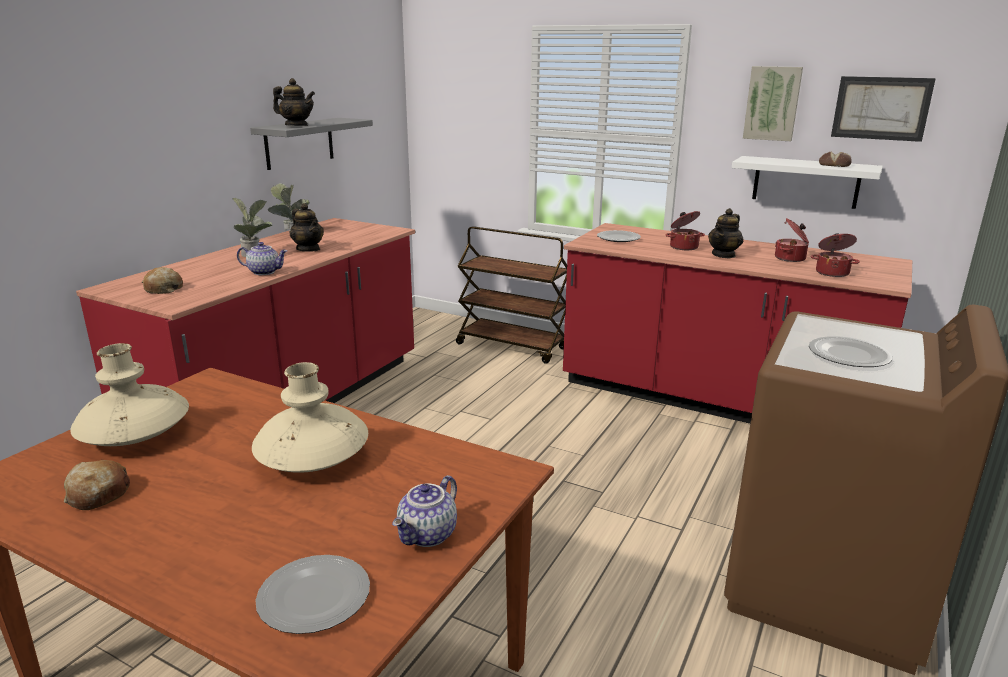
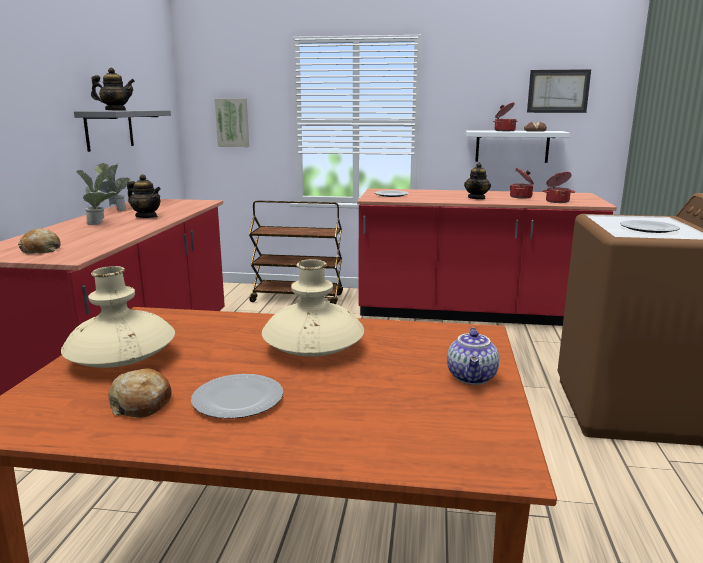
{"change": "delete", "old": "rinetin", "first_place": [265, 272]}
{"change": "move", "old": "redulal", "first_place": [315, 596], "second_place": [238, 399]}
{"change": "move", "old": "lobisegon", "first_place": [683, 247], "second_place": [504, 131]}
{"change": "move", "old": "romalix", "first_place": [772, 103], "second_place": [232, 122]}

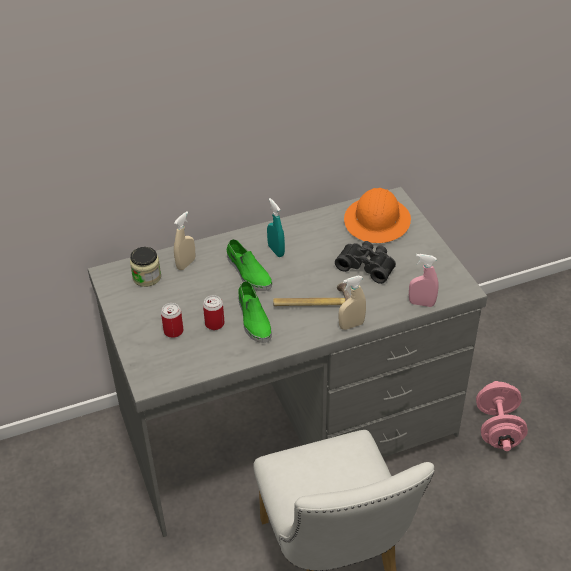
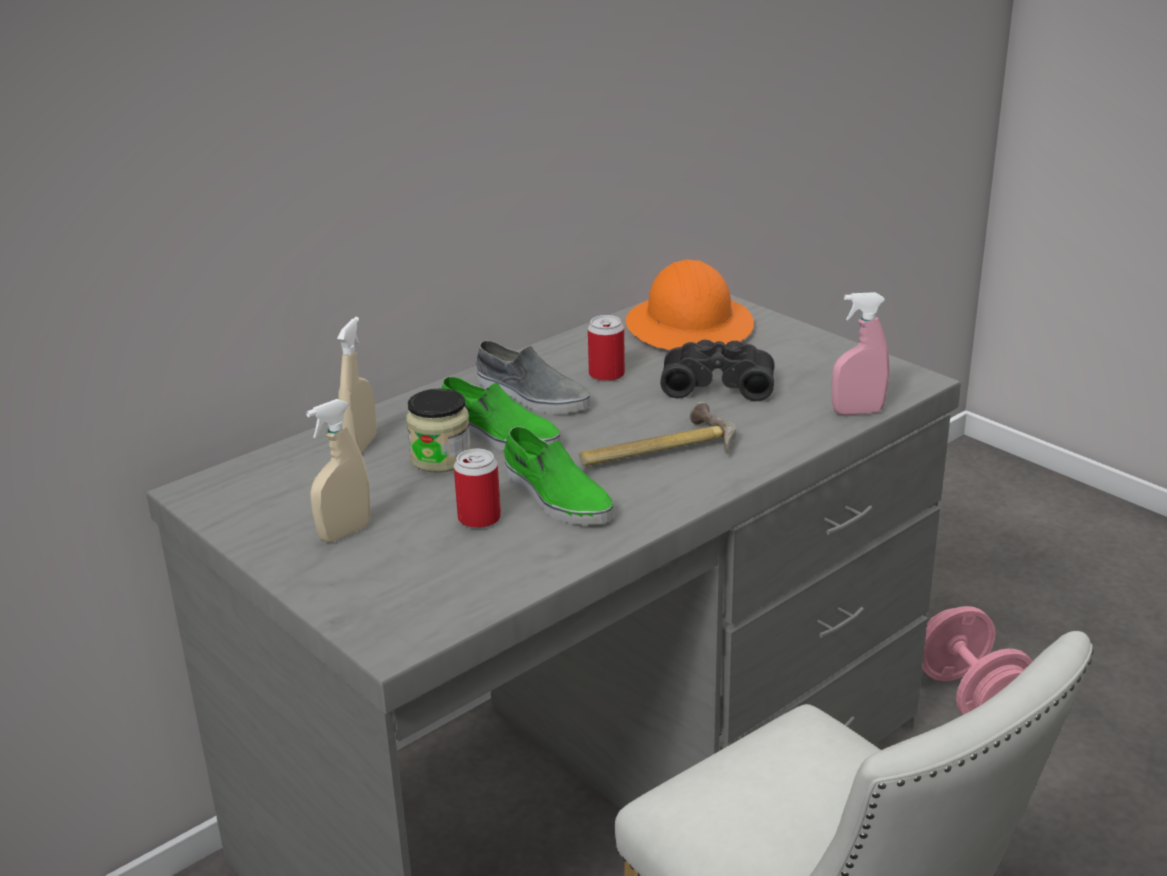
{"change": "move", "old": "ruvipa", "first_place": [147, 277], "second_place": [441, 458]}
{"change": "move", "old": "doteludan", "first_place": [173, 331], "second_place": [606, 375]}
{"change": "replace", "old": "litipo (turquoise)", "new": "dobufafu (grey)", "first_place": [276, 251], "second_place": [531, 395]}
{"change": "move", "old": "litipo (beige)", "first_place": [351, 325], "second_place": [345, 533]}

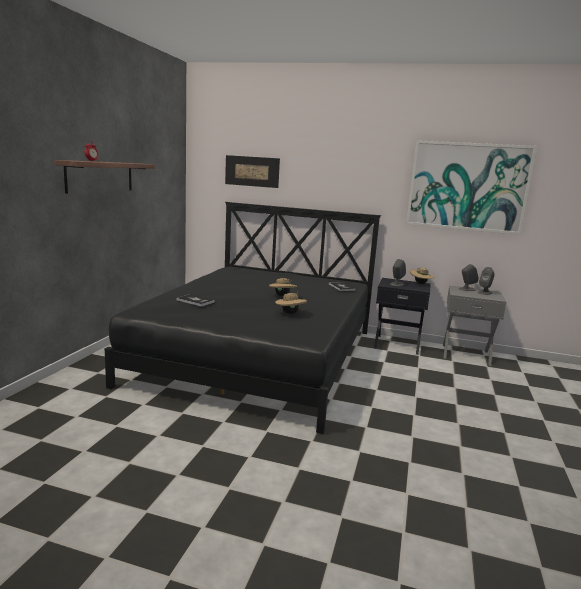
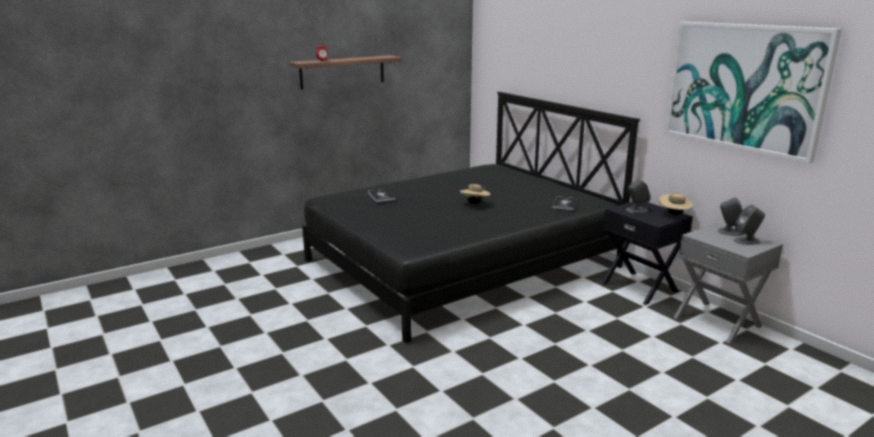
{"change": "delete", "old": "romalix", "first_place": [252, 171]}
{"change": "delete", "old": "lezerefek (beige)", "first_place": [290, 313]}

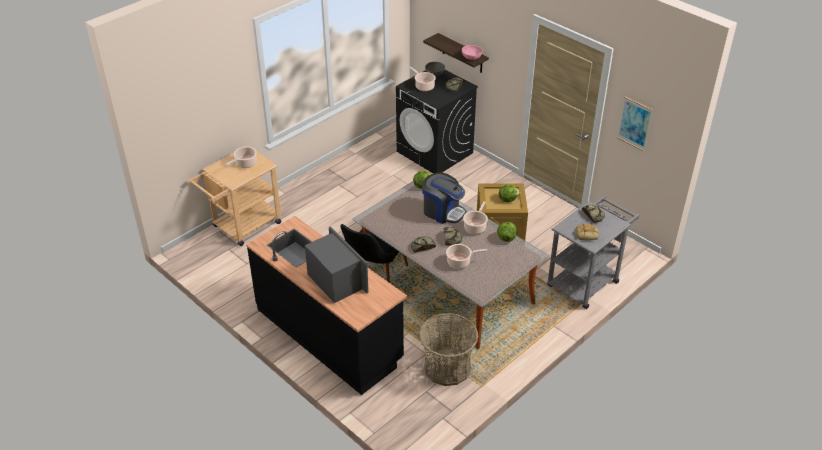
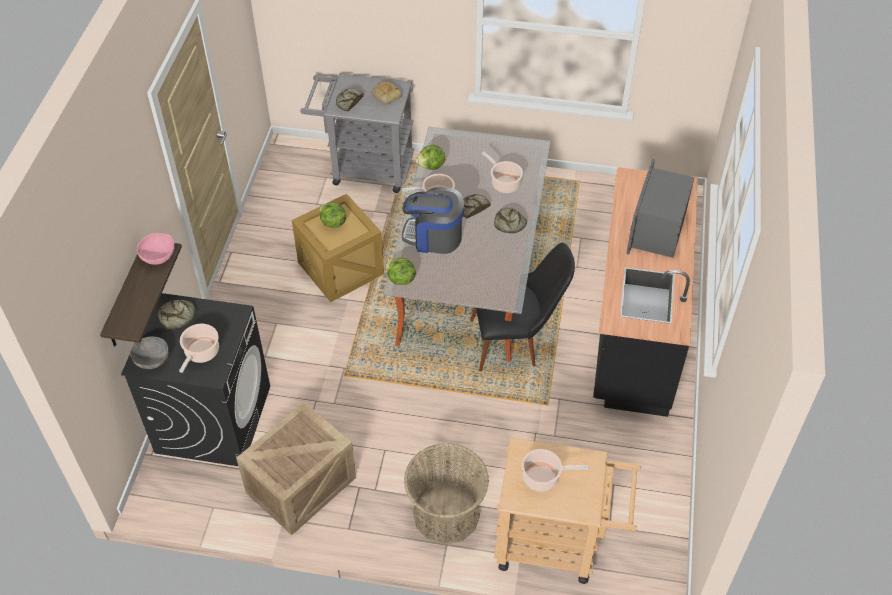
{"change": "move", "old": "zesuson", "first_place": [447, 367], "second_place": [446, 514]}
{"change": "rotate", "old": "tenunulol", "first_place": [443, 211], "second_place": [434, 237], "degrees": -75}
{"change": "delete", "old": "romalix", "first_place": [634, 123]}
{"change": "insert", "new": "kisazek", "second_place": [300, 486]}

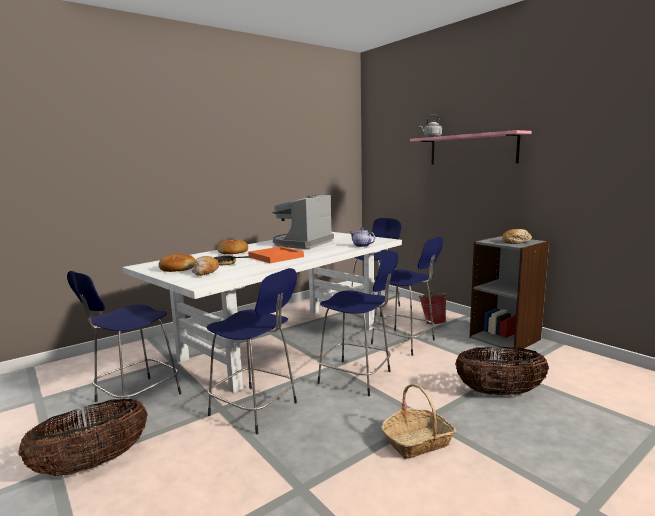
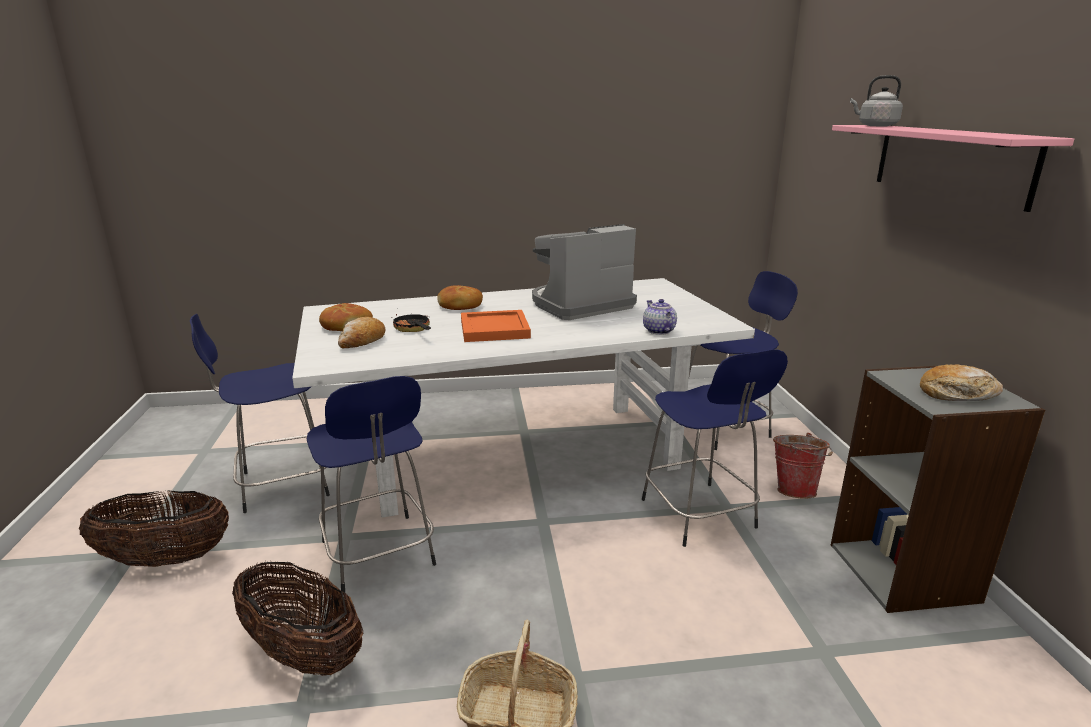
{"change": "delete", "old": "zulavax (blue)", "first_place": [357, 378]}
{"change": "move", "old": "zesuson", "first_place": [499, 392], "second_place": [303, 653]}

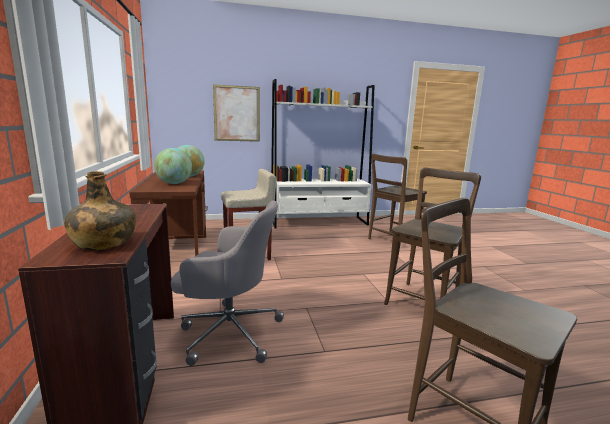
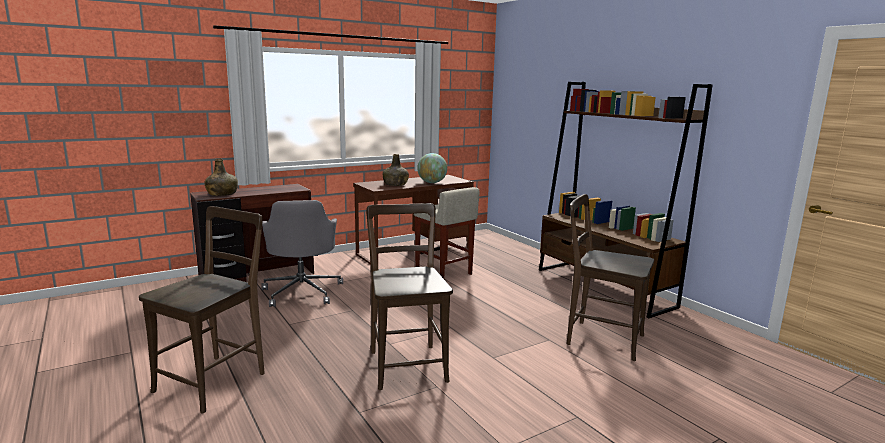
{"change": "replace", "old": "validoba", "new": "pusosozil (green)", "first_place": [174, 183], "second_place": [395, 184]}
{"change": "delete", "old": "romalix", "first_place": [237, 113]}
{"change": "recolor", "old": "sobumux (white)", "new": "sobumux (brown)", "first_place": [319, 222], "second_place": [603, 287]}
{"change": "rotate", "old": "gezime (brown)", "first_place": [423, 300], "second_place": [407, 363], "degrees": -120}

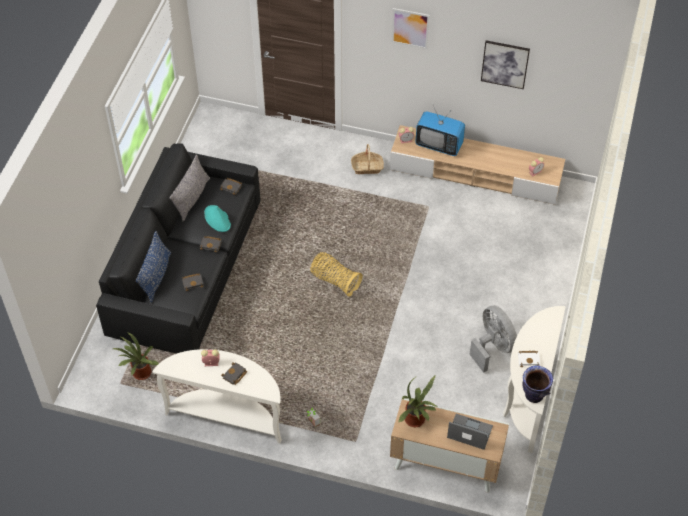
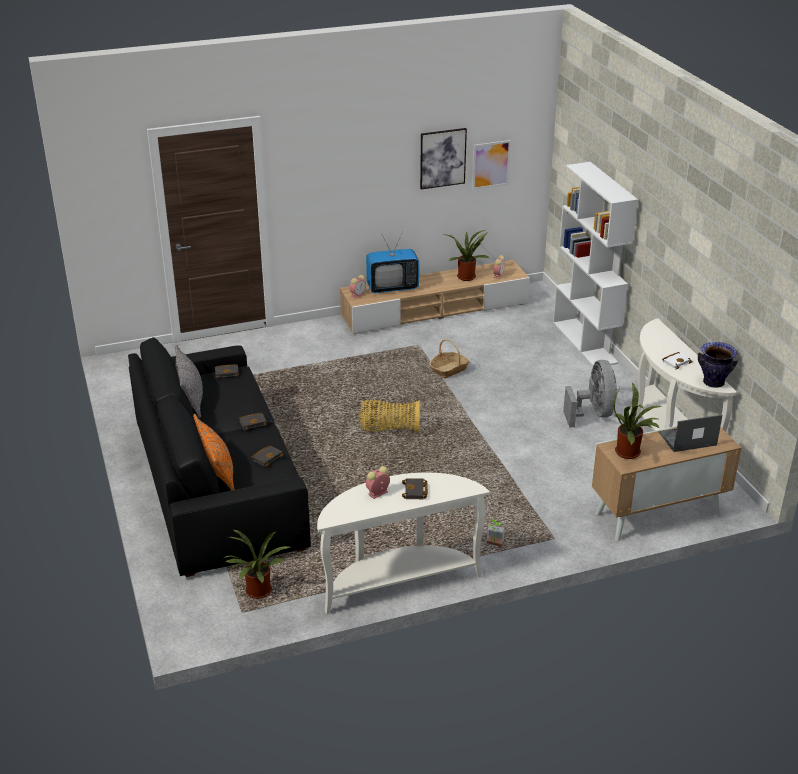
{"change": "recolor", "old": "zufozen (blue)", "new": "zufozen (orange)", "first_place": [156, 276], "second_place": [217, 471]}
{"change": "delete", "old": "lezerefek (turquoise)", "first_place": [217, 219]}
{"change": "move", "old": "zesuson", "first_place": [367, 167], "second_place": [449, 369]}
{"change": "move", "old": "romalix", "first_place": [410, 28], "second_place": [491, 164]}
{"change": "rotate", "old": "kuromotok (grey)", "first_place": [493, 347], "second_place": [593, 414], "degrees": 60}
{"change": "insert", "new": "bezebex", "second_place": [466, 276]}
{"change": "insert", "new": "sobumux (white)", "second_place": [585, 342]}

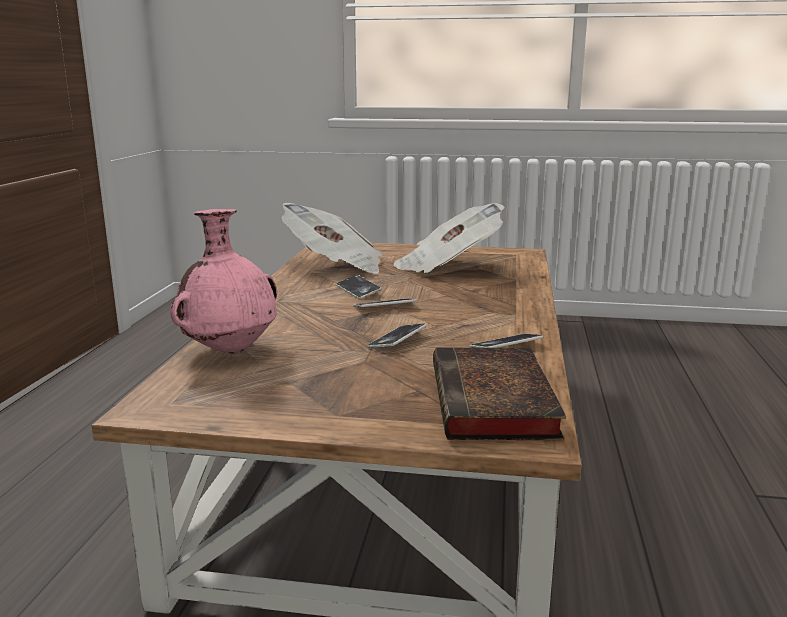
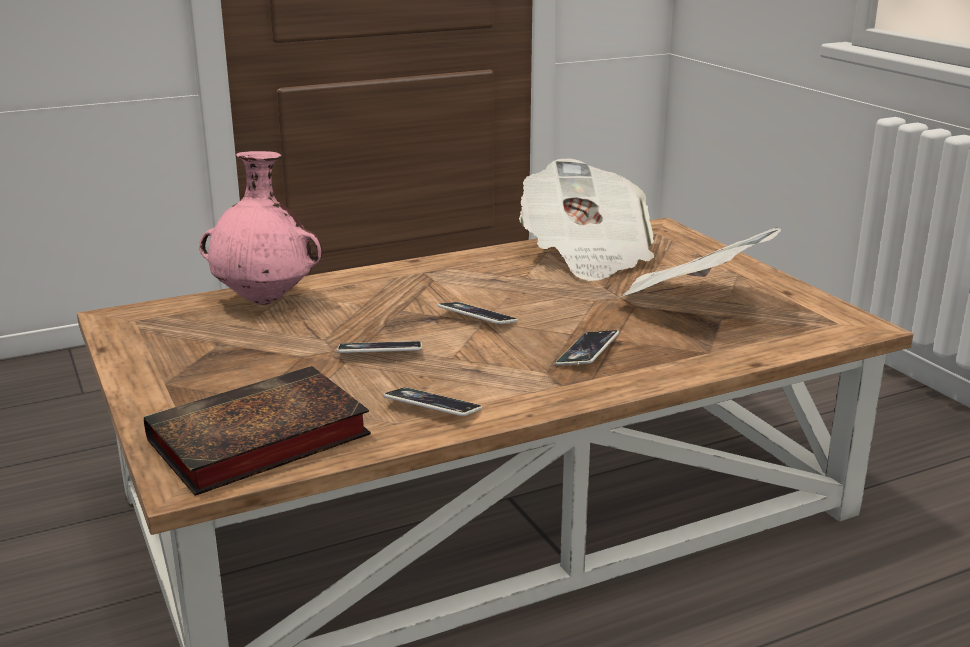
{"change": "move", "old": "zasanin", "first_place": [358, 290], "second_place": [587, 353]}

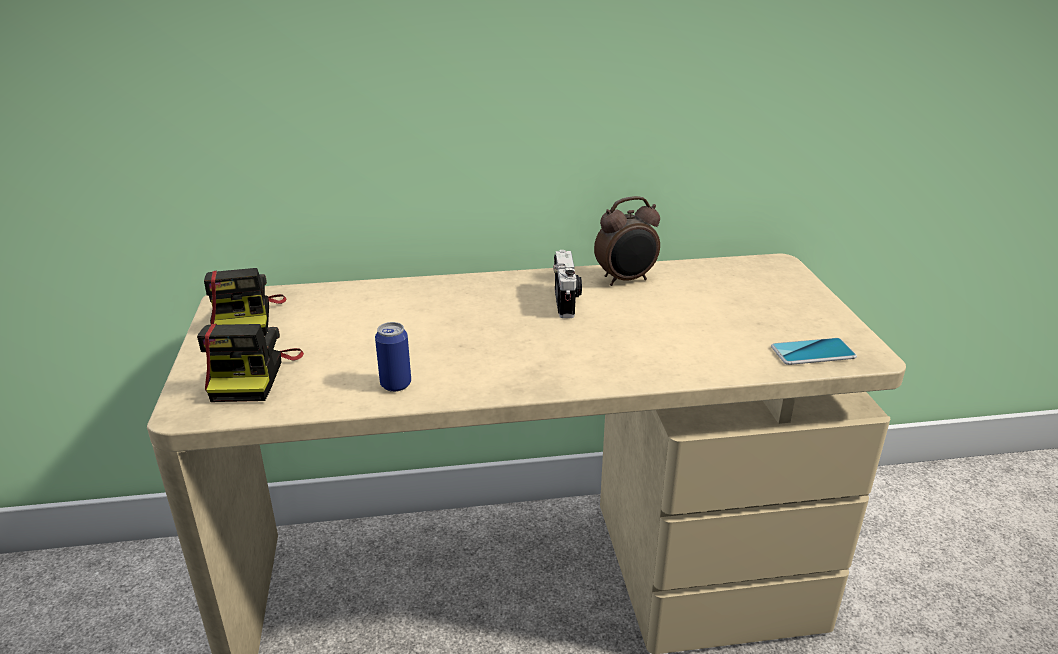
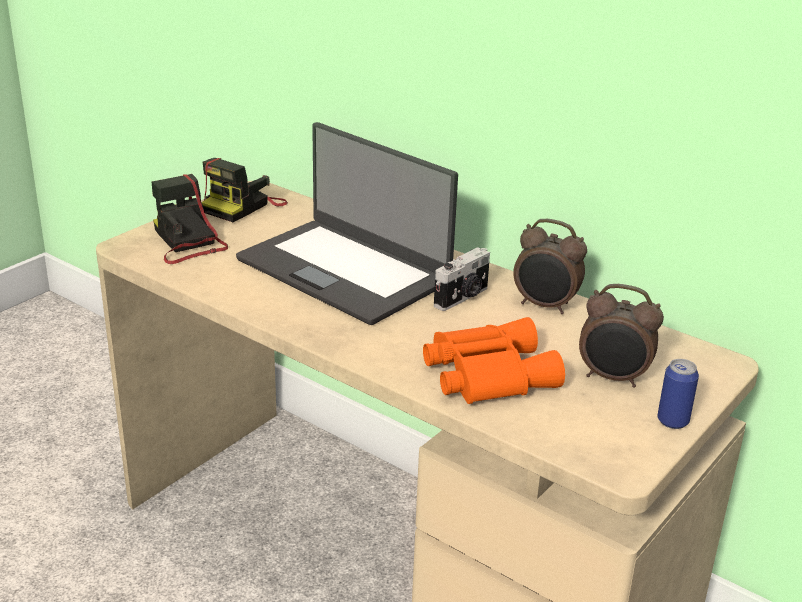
{"change": "rotate", "old": "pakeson", "first_place": [253, 375], "second_place": [187, 243], "degrees": 105}
{"change": "move", "old": "doteludan", "first_place": [396, 384], "second_place": [672, 421]}
{"change": "delete", "old": "zasanin", "first_place": [813, 352]}
{"change": "insert", "new": "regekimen", "second_place": [344, 270]}
{"change": "insert", "new": "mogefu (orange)", "second_place": [486, 373]}
{"change": "insert", "new": "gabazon", "second_place": [613, 378]}

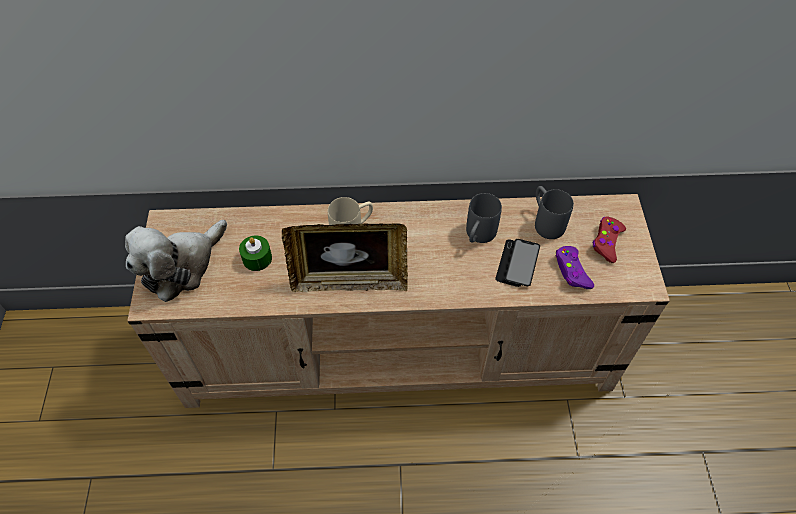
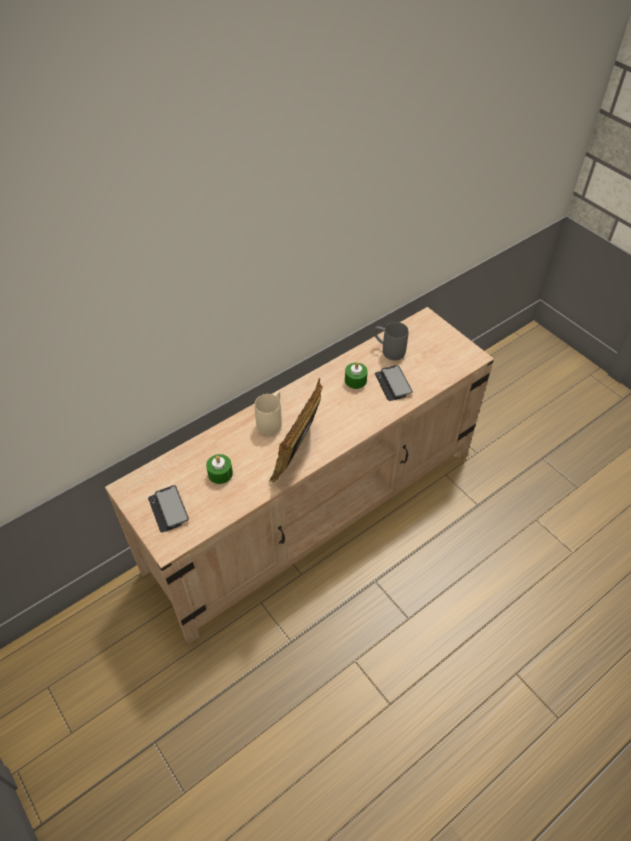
{"change": "replace", "old": "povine", "new": "zasanin", "first_place": [181, 266], "second_place": [168, 509]}
{"change": "rotate", "old": "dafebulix", "first_place": [349, 281], "second_place": [297, 452], "degrees": 150}
{"change": "replace", "old": "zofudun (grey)", "new": "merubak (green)", "first_place": [478, 236], "second_place": [355, 380]}
{"change": "delete", "old": "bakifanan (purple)", "first_place": [572, 271]}
{"change": "delete", "old": "bakifanan (red)", "first_place": [607, 242]}

